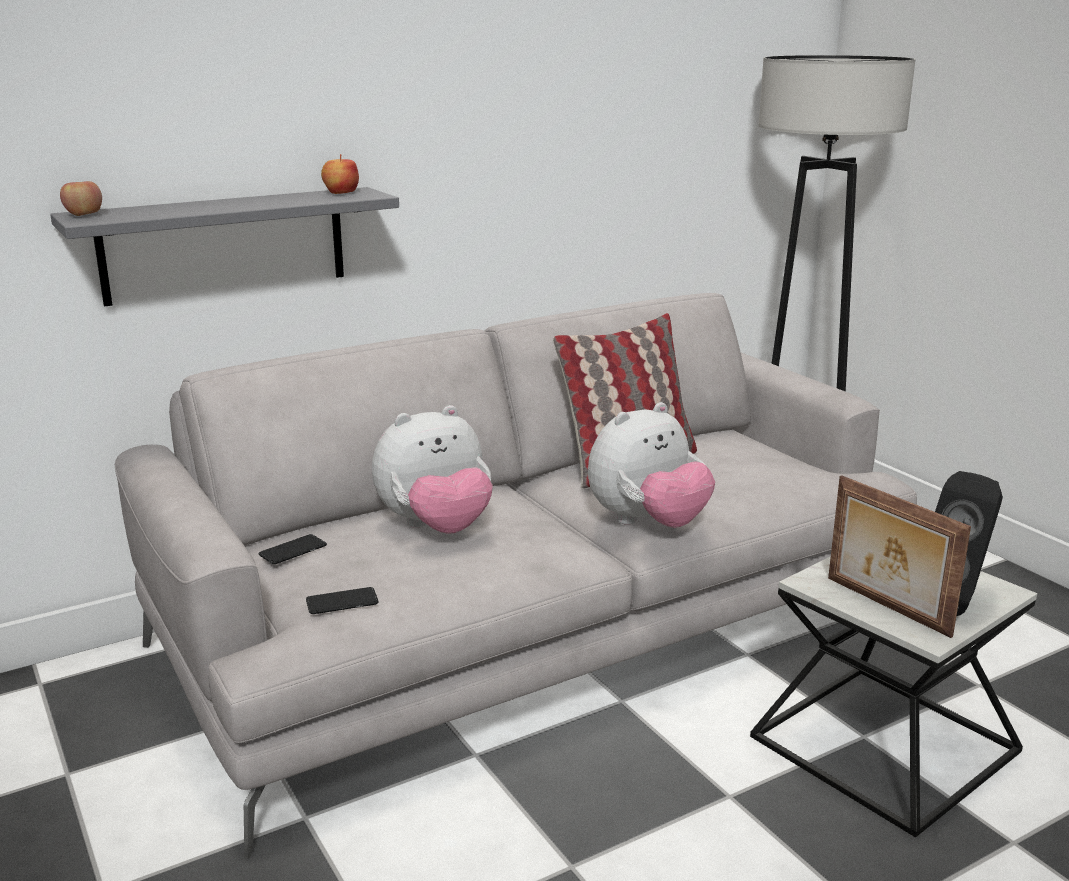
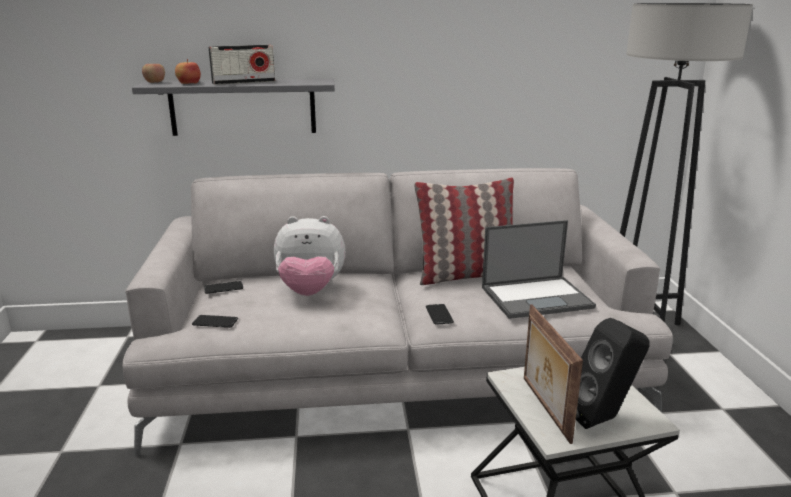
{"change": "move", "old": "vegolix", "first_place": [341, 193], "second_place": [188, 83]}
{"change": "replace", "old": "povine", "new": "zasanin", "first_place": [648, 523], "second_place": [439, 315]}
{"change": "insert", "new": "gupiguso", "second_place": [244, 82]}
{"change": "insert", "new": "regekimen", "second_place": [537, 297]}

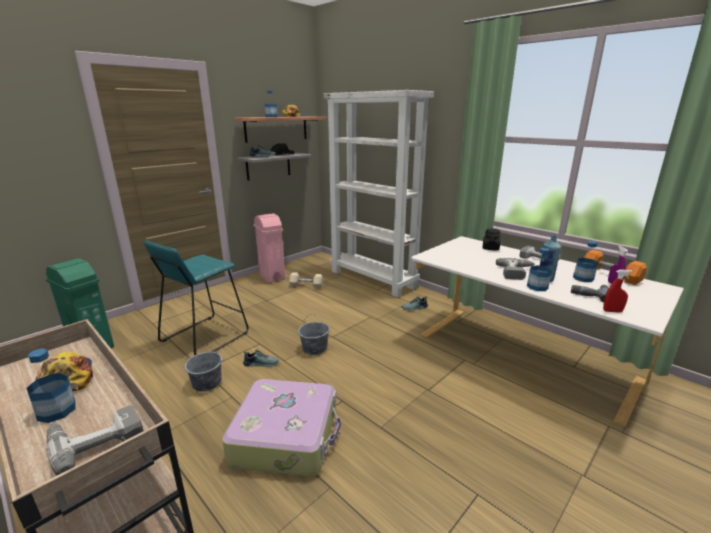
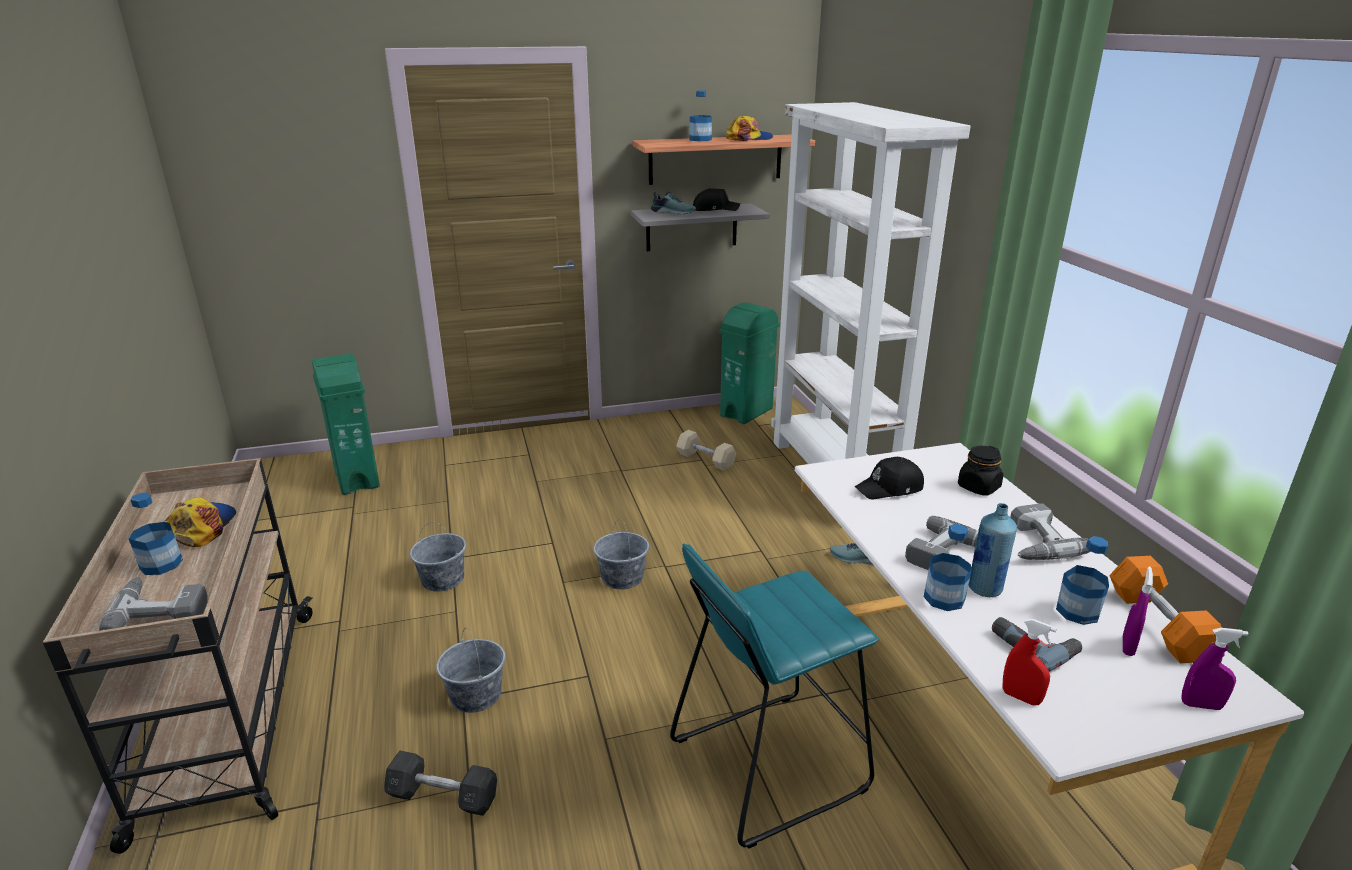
{"change": "move", "old": "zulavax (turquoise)", "first_place": [204, 337], "second_place": [767, 764]}
{"change": "replace", "old": "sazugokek", "new": "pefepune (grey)", "first_place": [287, 436], "second_place": [475, 694]}
{"change": "delete", "old": "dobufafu", "first_place": [261, 363]}
{"change": "delete", "old": "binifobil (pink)", "first_place": [272, 276]}
{"change": "insert", "new": "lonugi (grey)", "second_place": [443, 796]}
{"change": "insert", "new": "binifobil (green)", "second_place": [747, 412]}
{"change": "insert", "new": "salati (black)", "second_place": [890, 488]}
{"change": "insert", "new": "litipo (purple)", "second_place": [1201, 705]}

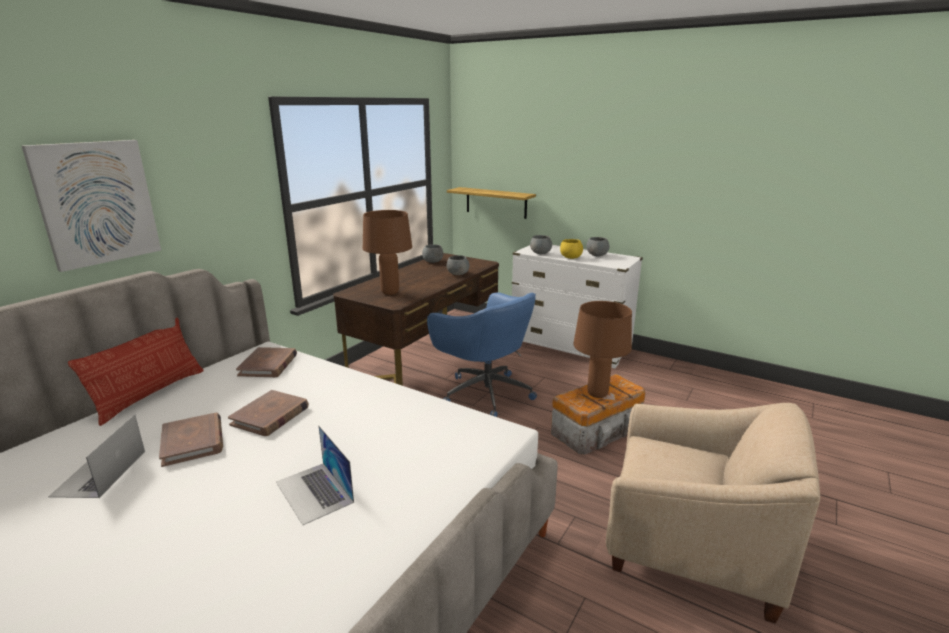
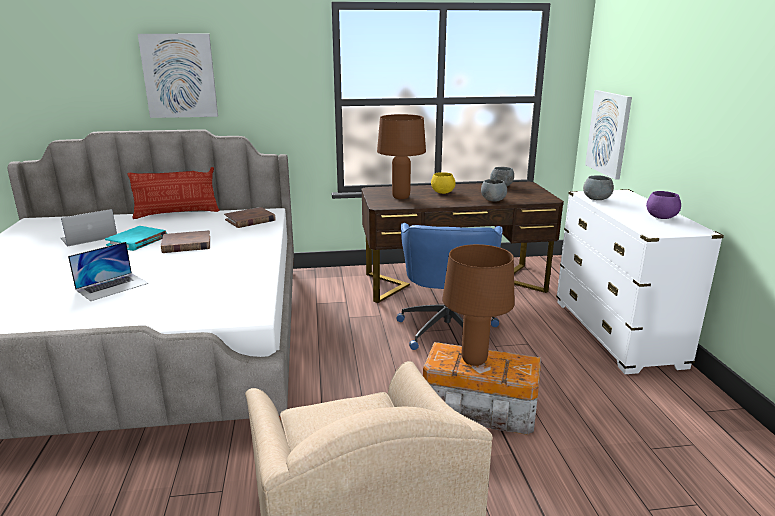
{"change": "recolor", "old": "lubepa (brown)", "new": "lubepa (turquoise)", "first_place": [193, 442], "second_place": [137, 241]}
{"change": "rotate", "old": "regekimen", "first_place": [314, 492], "second_place": [112, 286], "degrees": -150}
{"change": "replace", "old": "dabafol", "new": "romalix", "first_place": [496, 202], "second_place": [609, 133]}
{"change": "move", "old": "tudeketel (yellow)", "first_place": [570, 257], "second_place": [443, 192]}
{"change": "recolor", "old": "tudeketel (grey)", "new": "tudeketel (purple)", "first_place": [597, 255], "second_place": [661, 217]}

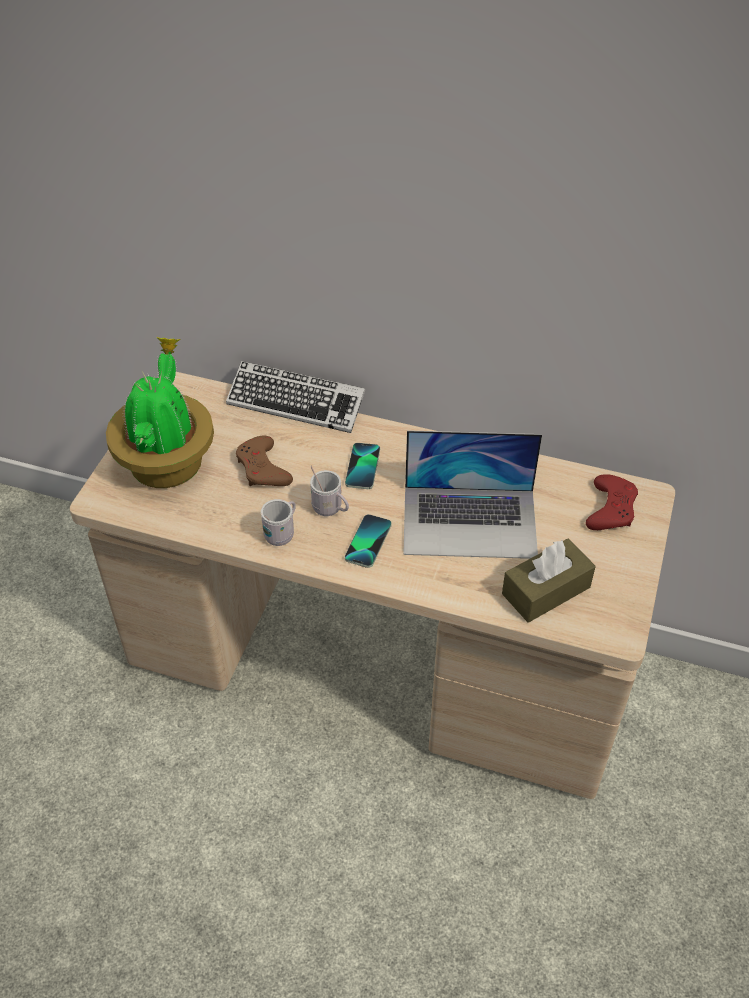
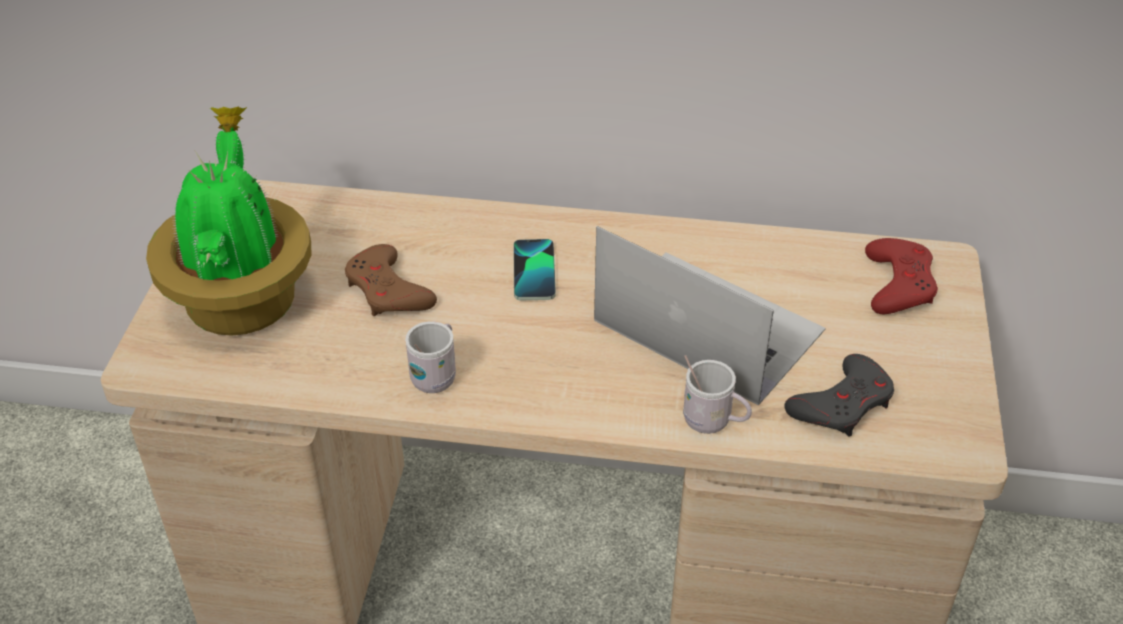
{"change": "delete", "old": "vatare", "first_place": [296, 403]}
{"change": "move", "old": "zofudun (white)", "first_place": [330, 510], "second_place": [713, 423]}
{"change": "delete", "old": "zasanin", "first_place": [368, 542]}
{"change": "rotate", "old": "regekimen", "first_place": [470, 521], "second_place": [707, 325], "degrees": -135}
{"change": "replace", "old": "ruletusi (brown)", "new": "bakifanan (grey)", "first_place": [546, 590], "second_place": [842, 404]}

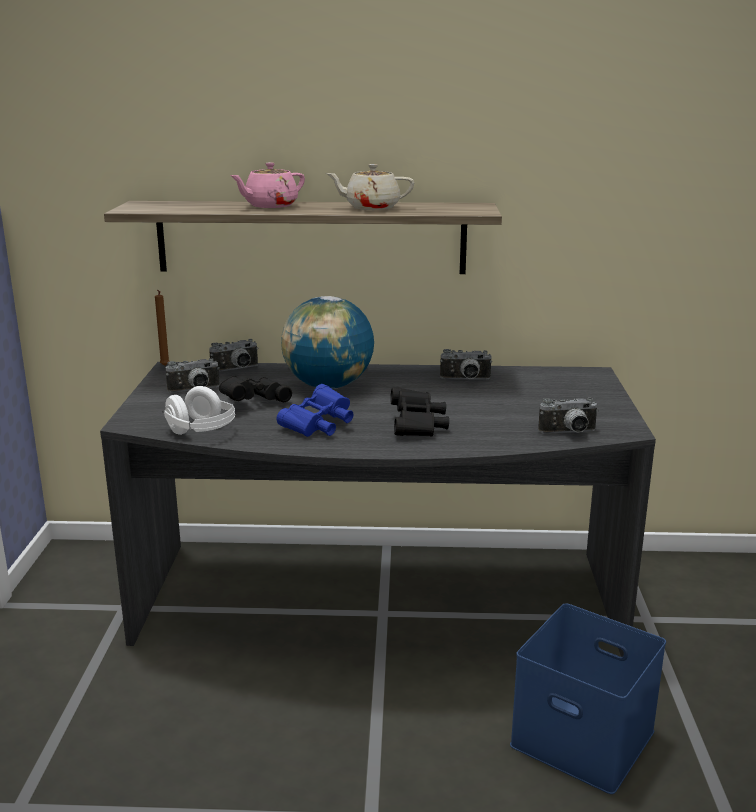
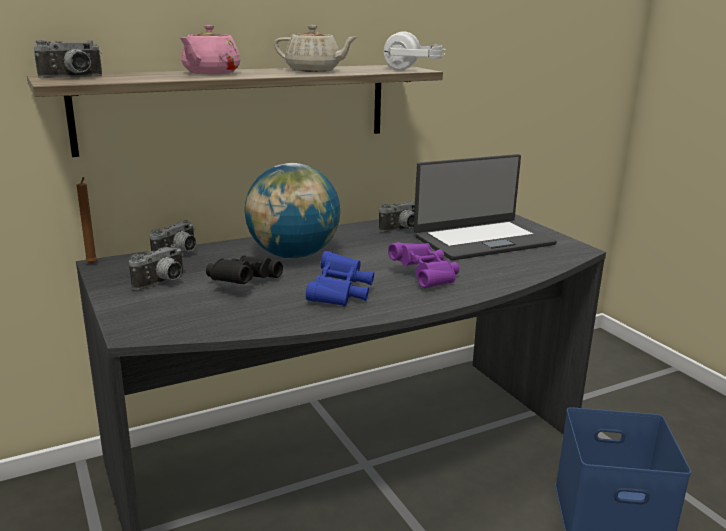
{"change": "move", "old": "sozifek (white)", "first_place": [201, 431], "second_place": [414, 69]}
{"change": "rotate", "old": "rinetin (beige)", "first_place": [371, 207], "second_place": [314, 70], "degrees": -135}
{"change": "recolor", "old": "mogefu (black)", "new": "mogefu (purple)", "first_place": [418, 426], "second_place": [426, 277]}
{"change": "move", "old": "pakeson", "first_place": [569, 433], "second_place": [73, 78]}
{"change": "insert", "new": "regekimen", "second_place": [482, 240]}

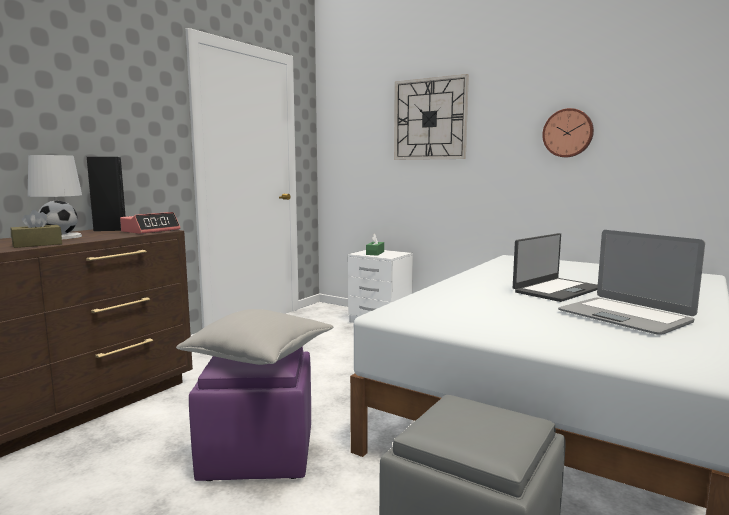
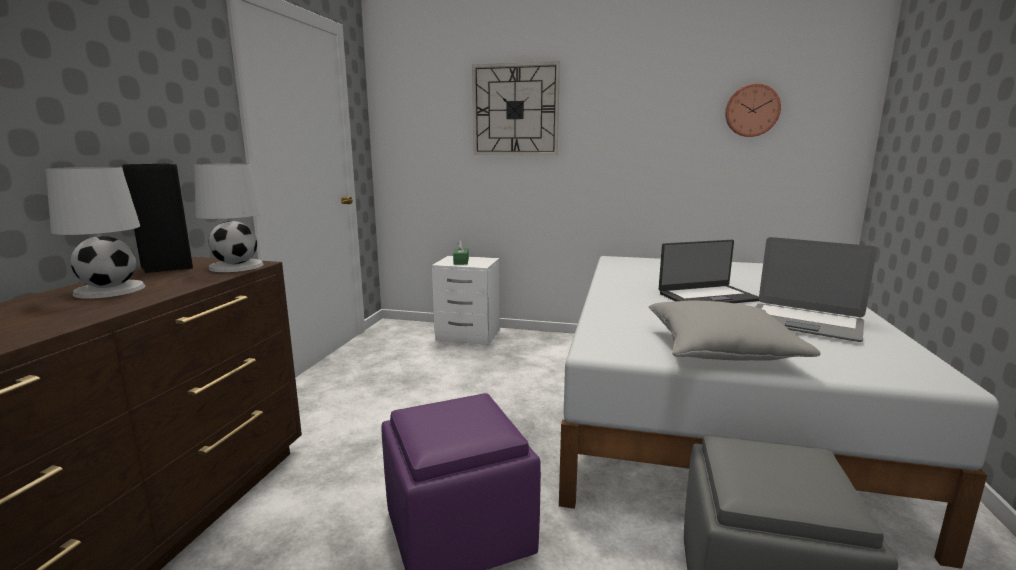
{"change": "delete", "old": "ruletusi (brown)", "first_place": [37, 244]}
{"change": "replace", "old": "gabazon", "new": "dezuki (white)", "first_place": [151, 231], "second_place": [236, 266]}
{"change": "move", "old": "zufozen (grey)", "first_place": [259, 354], "second_place": [721, 350]}
{"change": "rotate", "old": "regekimen", "first_place": [556, 290], "second_place": [707, 296], "degrees": 45}
{"change": "move", "old": "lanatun", "first_place": [568, 133], "second_place": [752, 110]}

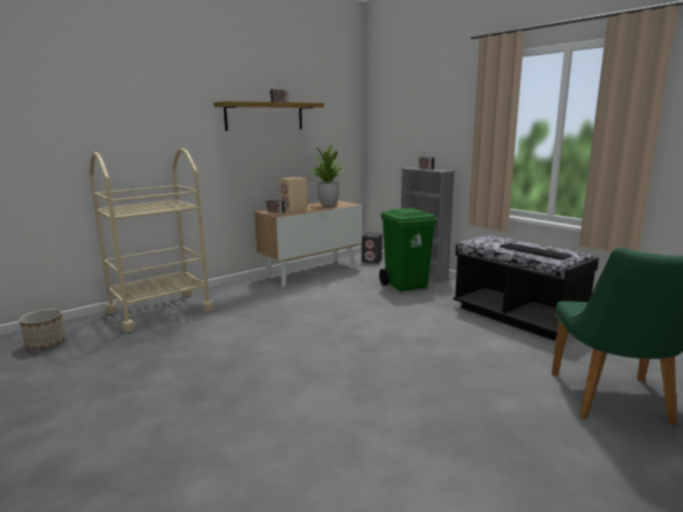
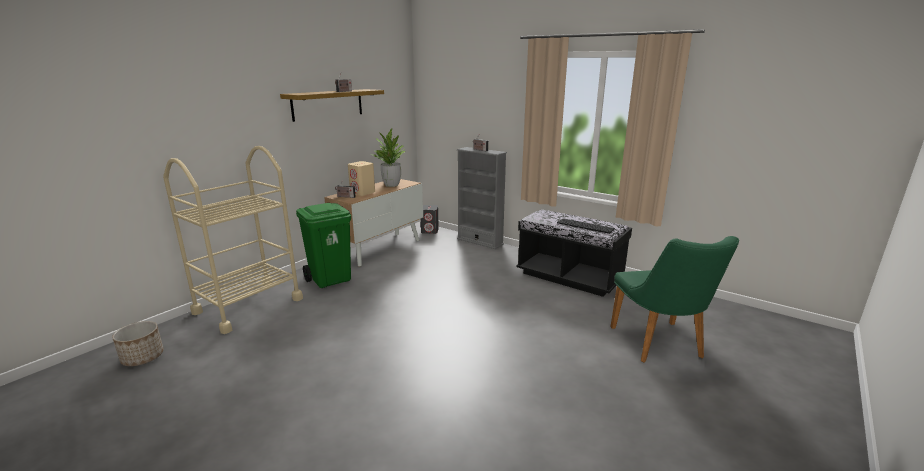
{"change": "move", "old": "binifobil (green)", "first_place": [406, 285], "second_place": [331, 279]}

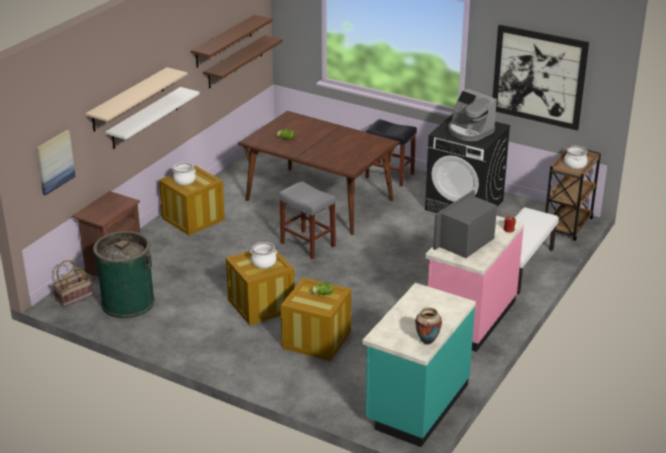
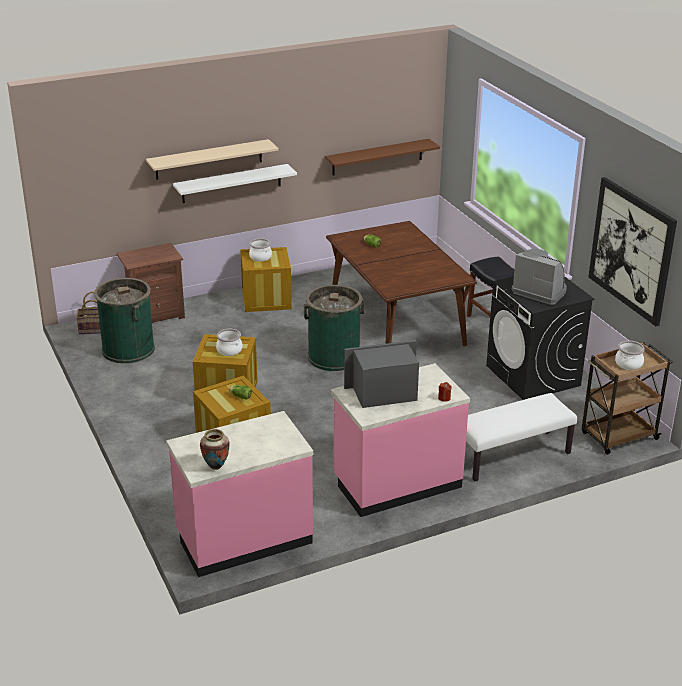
{"change": "delete", "old": "romalix", "first_place": [54, 162]}
{"change": "delete", "old": "dabafol (brown)", "first_place": [224, 41]}
{"change": "replace", "old": "zulavax (grey)", "new": "binifobil (green)", "first_place": [307, 244], "second_place": [333, 357]}
{"change": "recolor", "old": "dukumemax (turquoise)", "new": "dukumemax (pink)", "first_place": [416, 404], "second_place": [243, 538]}
{"change": "rotate", "old": "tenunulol", "first_place": [469, 131], "second_place": [540, 291], "degrees": 135}

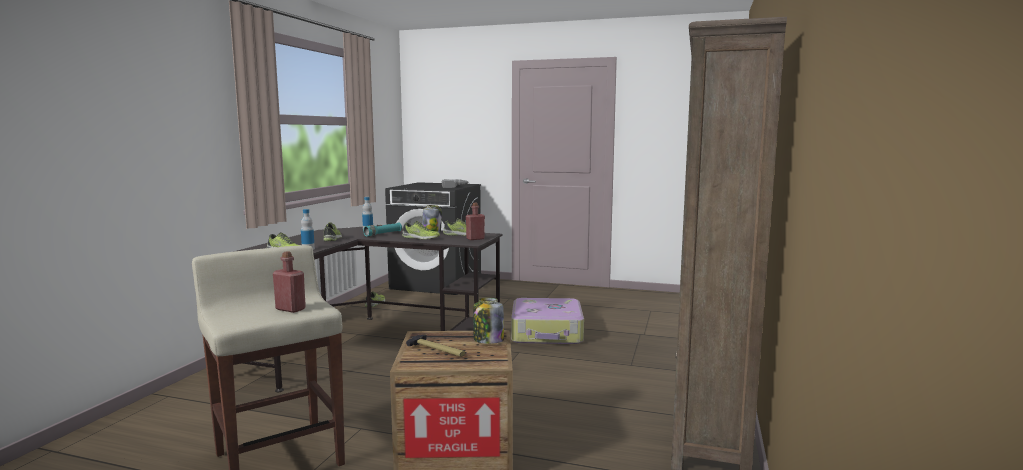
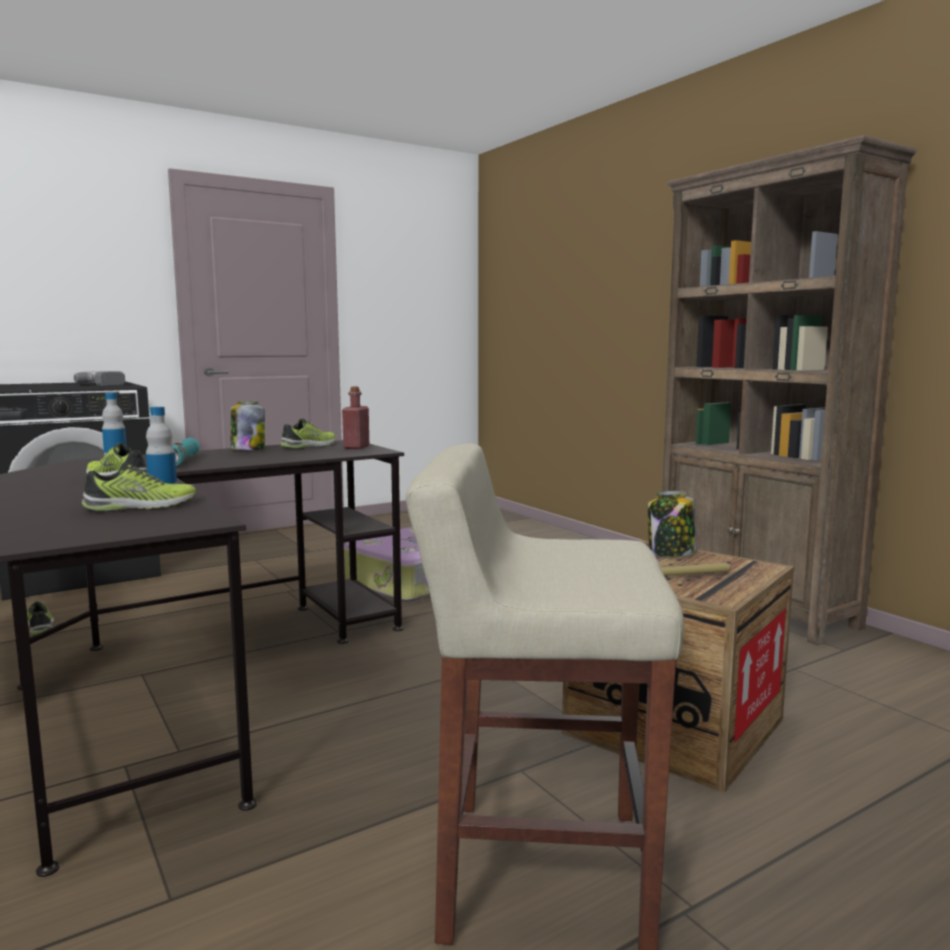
{"change": "delete", "old": "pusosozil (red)", "first_place": [290, 309]}
{"change": "delete", "old": "dobufafu", "first_place": [420, 238]}

